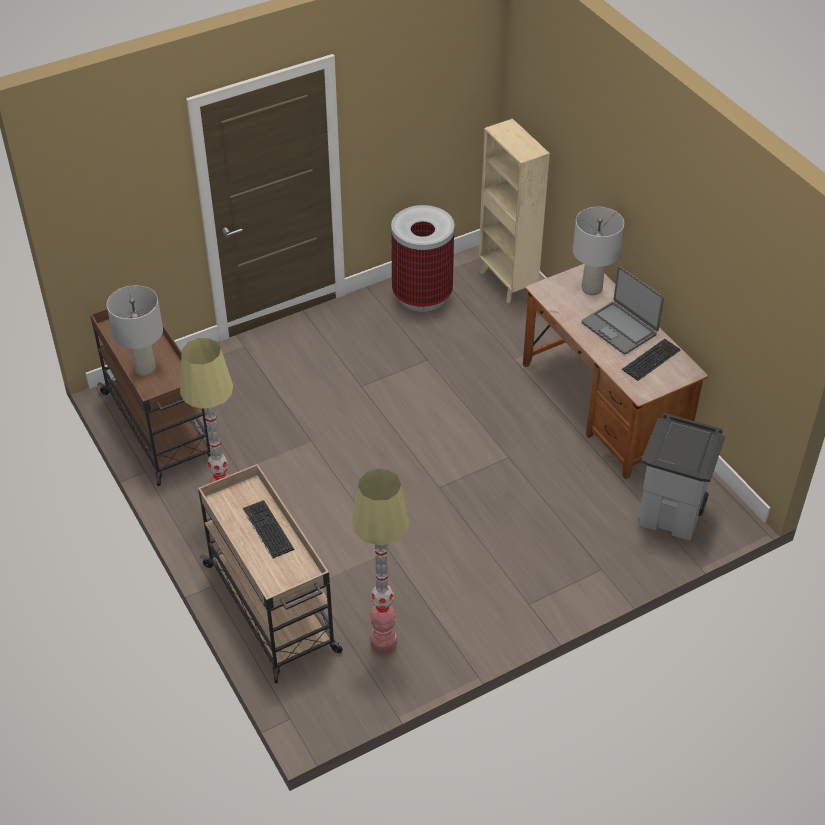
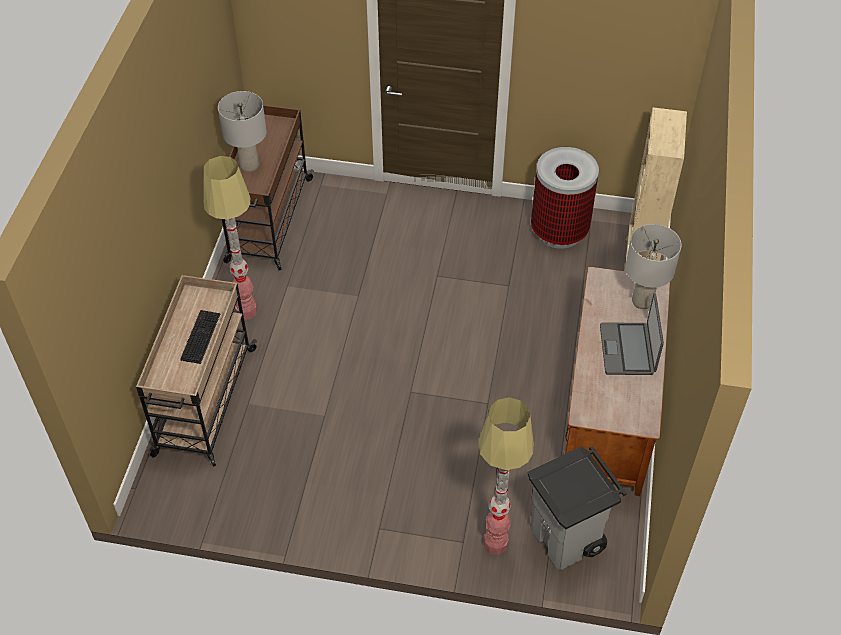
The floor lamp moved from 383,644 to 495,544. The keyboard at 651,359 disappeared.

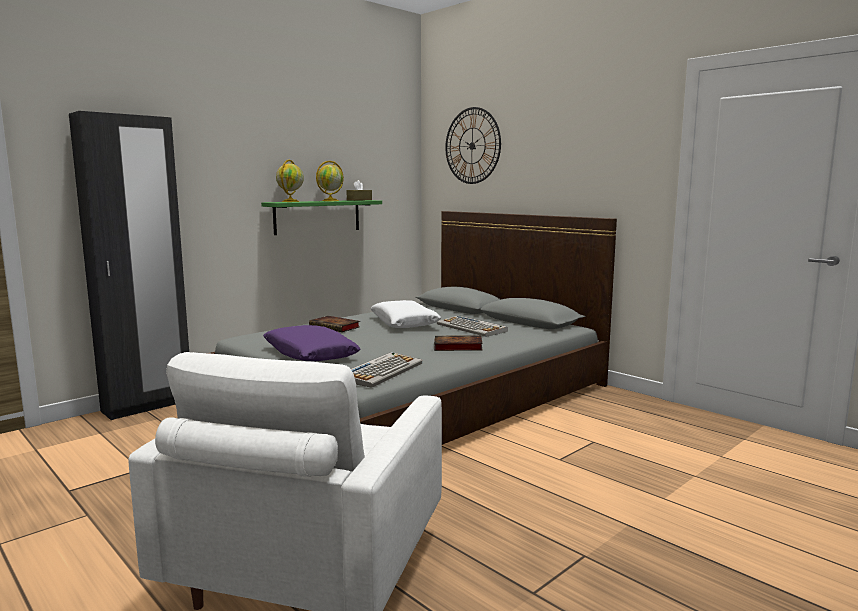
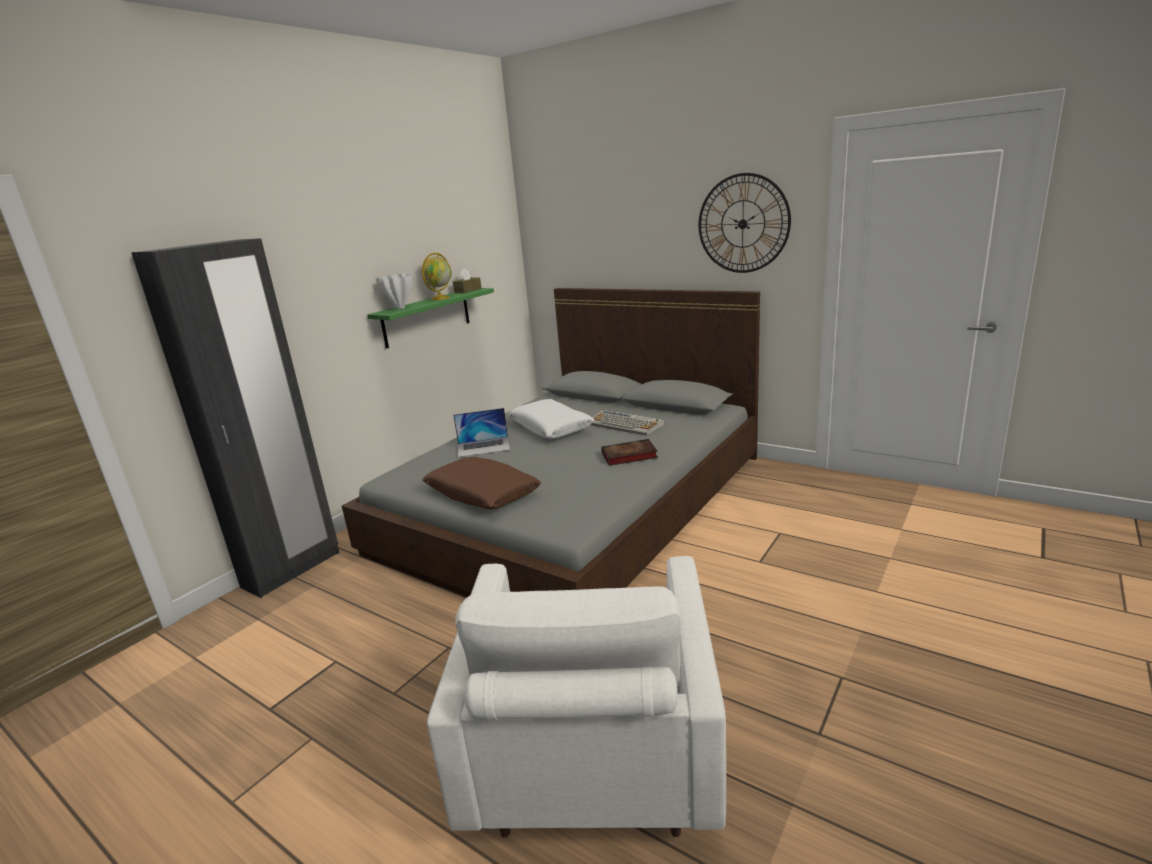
The globe at 290,201 was replaced by the white vase at 400,308. The purple pillow at 310,354 became the brown pillow at 482,494. The book at 336,327 was replaced by the laptop at 483,447. The wall clock moved from 472,146 to 743,224. The keyboard at 381,371 disappeared.

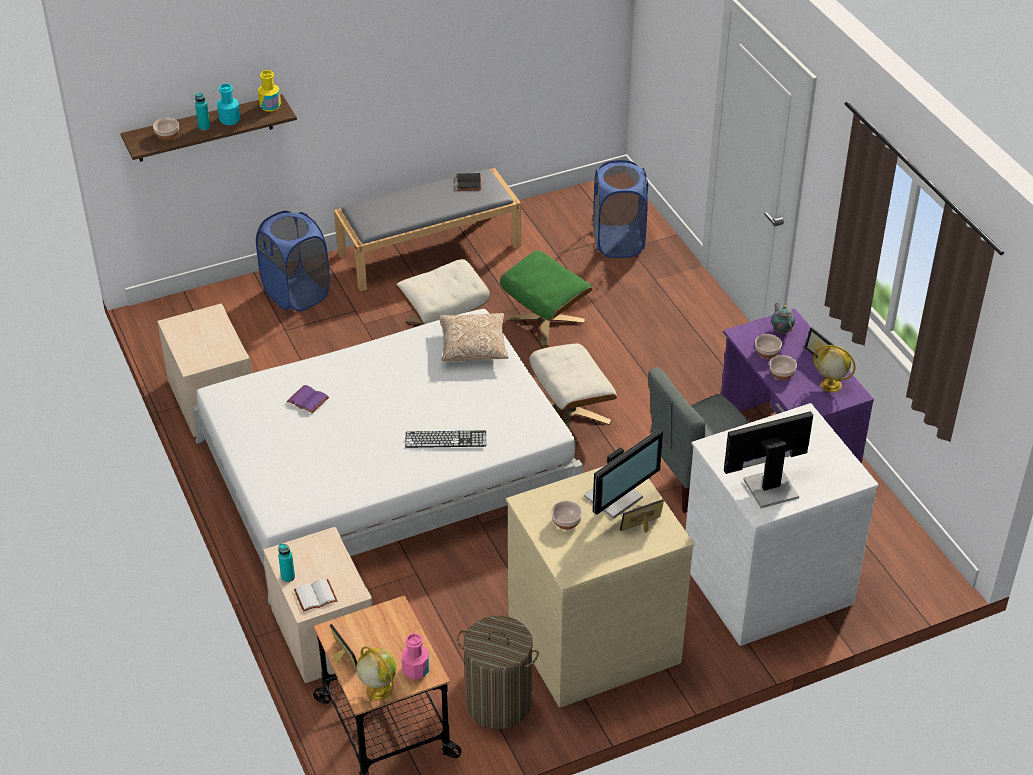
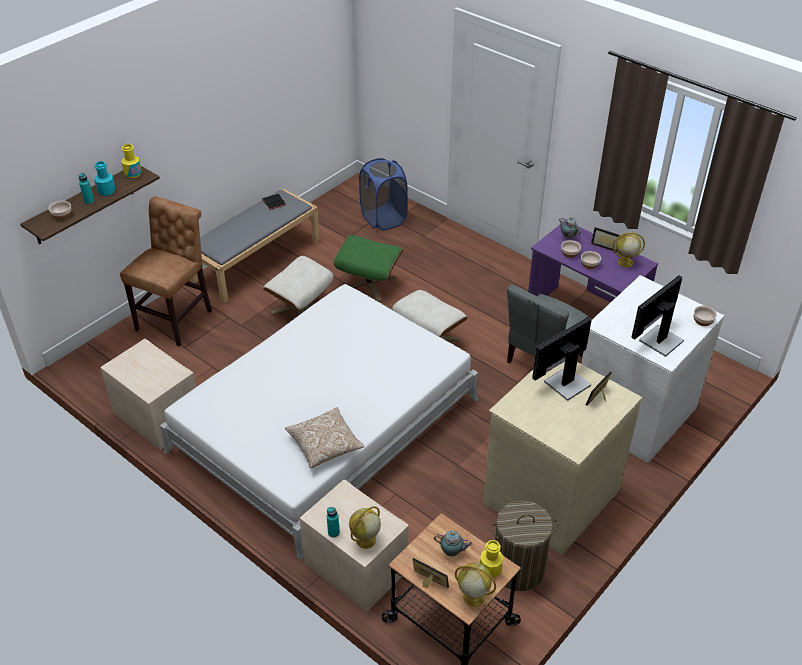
The blue laundry basket at 296,294 was replaced by the brown chair at 177,318. The pillow moved from 473,347 to 325,445. The white book at 315,597 was replaced by the globe at 365,540. The teapot at 452,552 appeared. The pink bottle at 415,670 became the yellow bottle at 490,569. The monitor at 615,498 turned 150 degrees counterclockwise. The bowl moved from 566,522 to 702,321. The purple book at 307,400 disappeared. The keyboard at 445,439 disappeared.

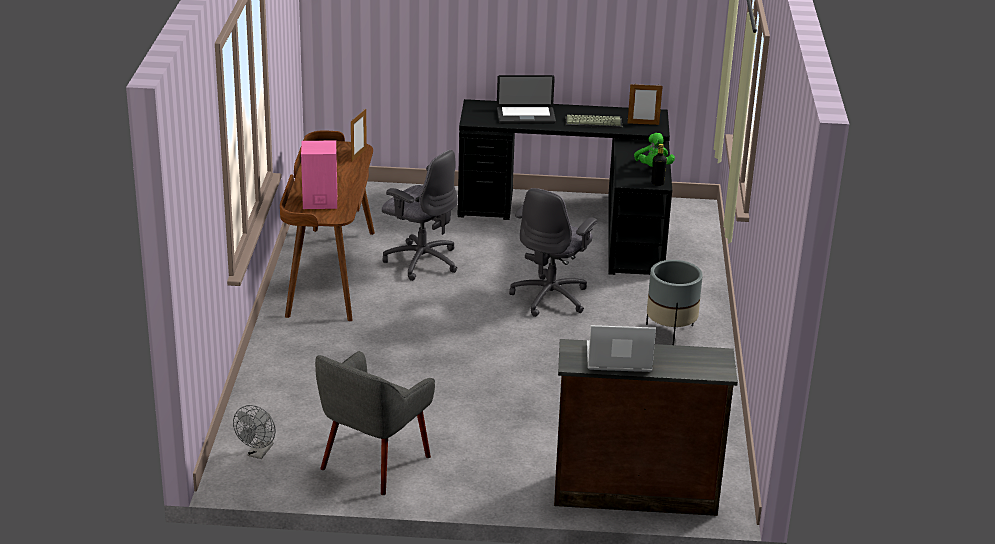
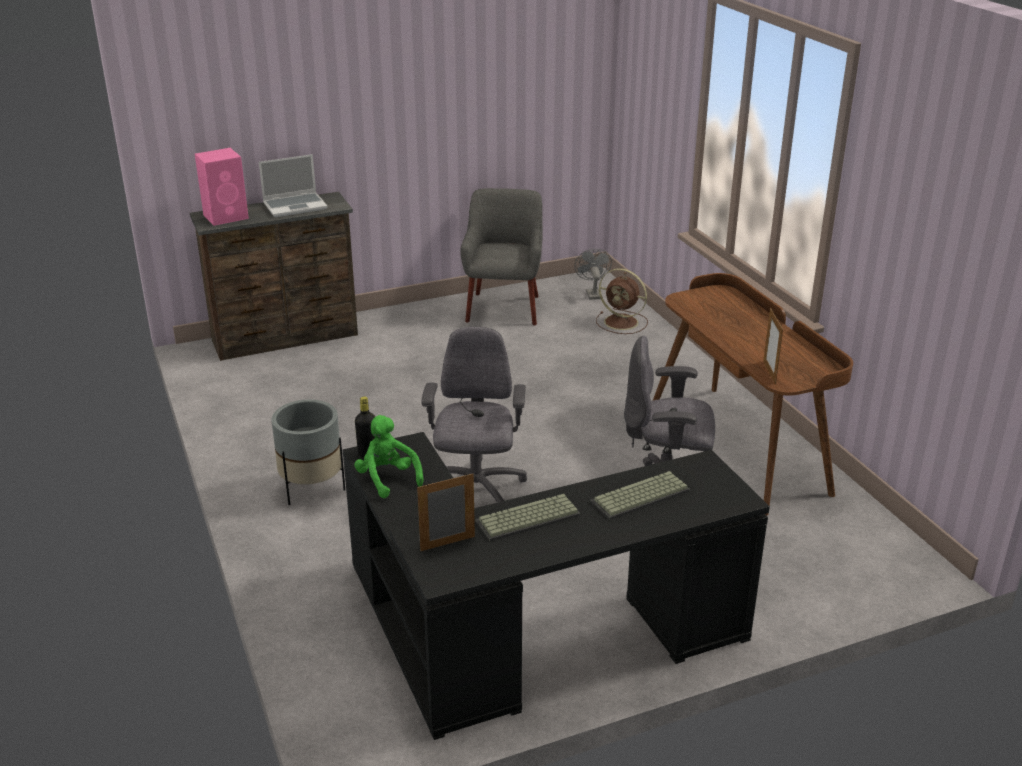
The pink speaker moved from 319,201 to 227,216. The laptop at 526,116 was replaced by the keyboard at 640,498. The brown fan at 622,322 appeared.

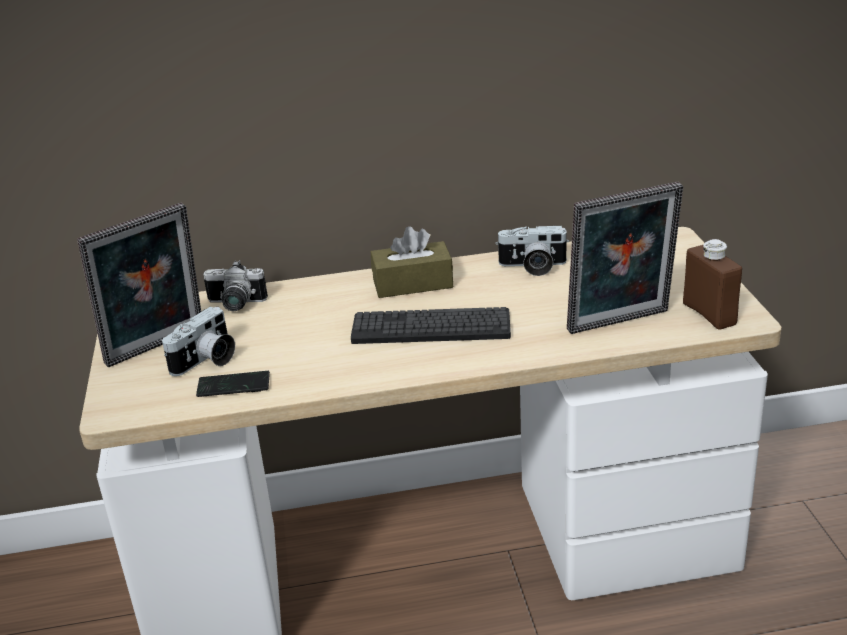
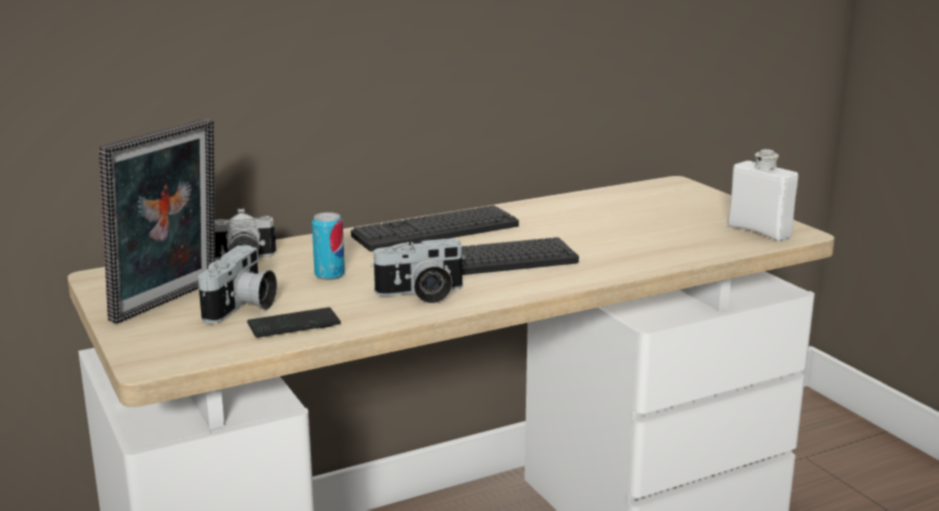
The can at 329,275 appeared. The brown tissue box at 412,283 was replaced by the keyboard at 436,231. The photo camera moved from 532,267 to 421,294. The brown bottle at 709,314 became the white bottle at 759,231. The picture frame at 621,323 disappeared.

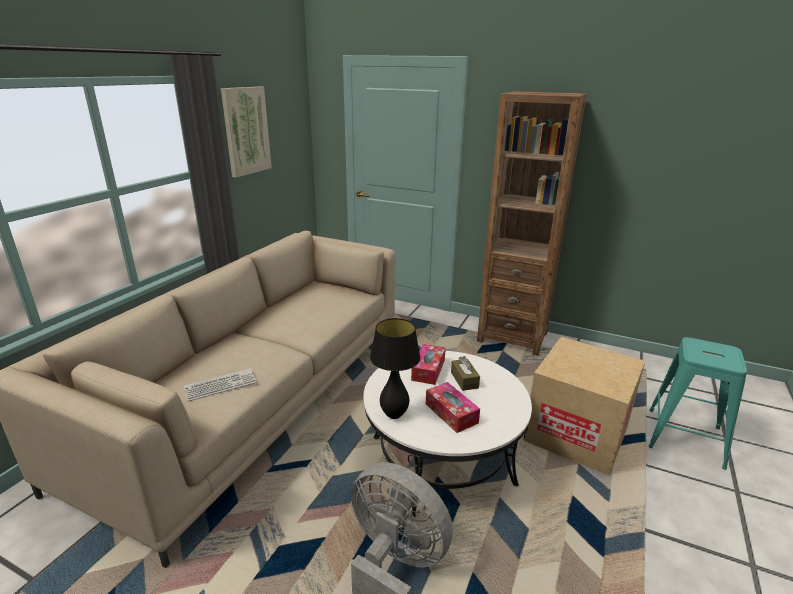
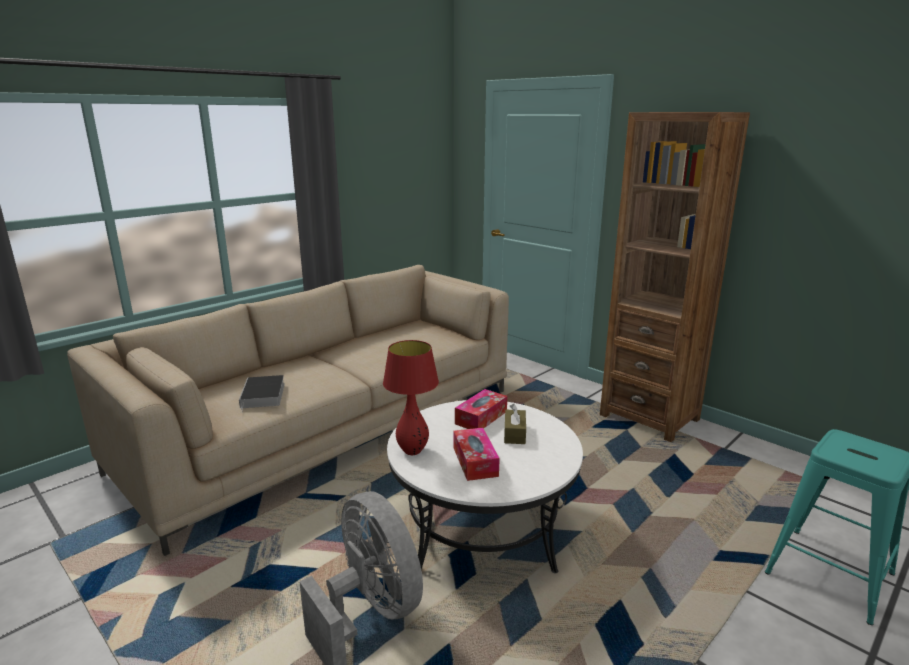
The keyboard at 220,385 was replaced by the book at 263,396. The black table lamp at 394,414 became the red table lamp at 413,451. The picture at 246,131 disappeared. The cardboard box at 576,434 disappeared.

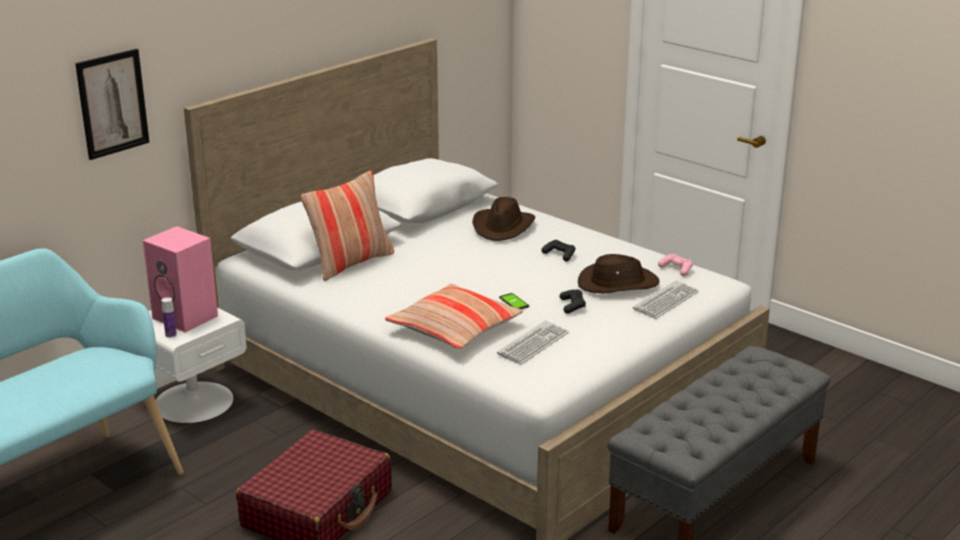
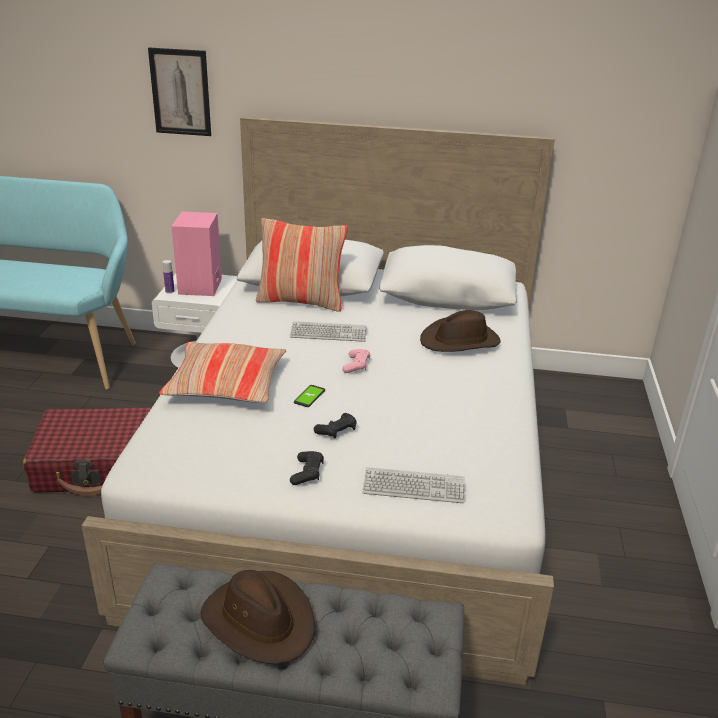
The brown hat moved from 617,284 to 259,620. The keyboard moved from 533,344 to 328,333. The black game controller moved from 559,255 to 307,473. The pink game controller moved from 676,269 to 356,365.

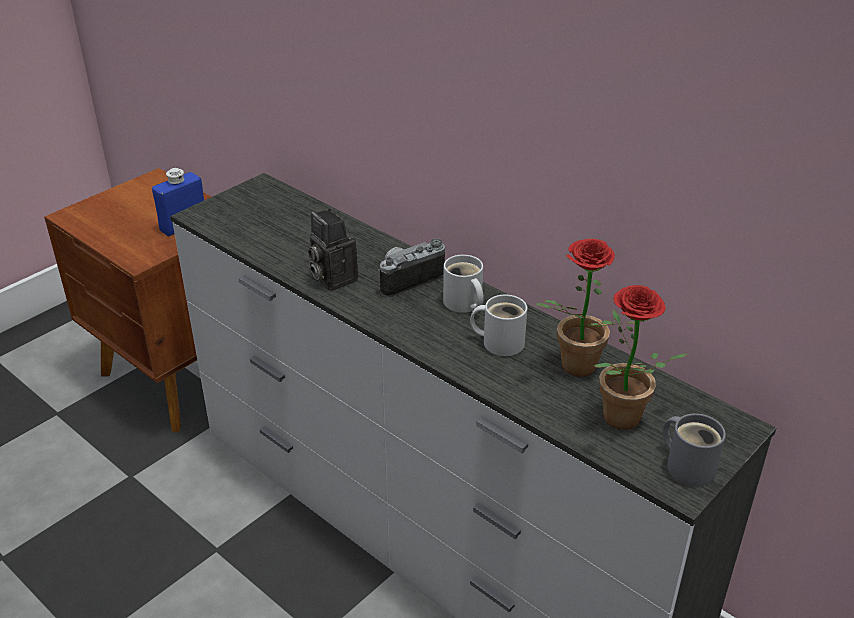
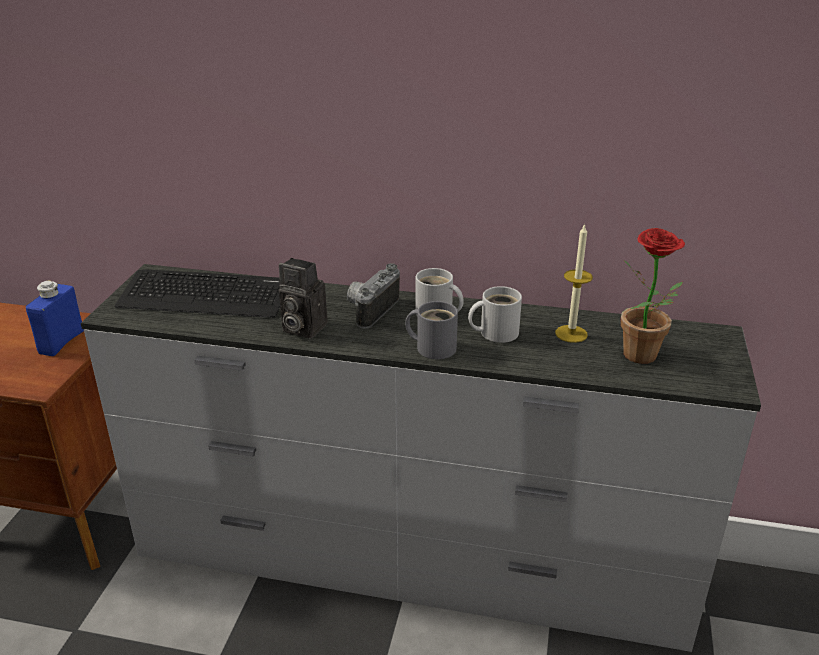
The keyboard at 206,295 appeared. The grey mug moved from 688,465 to 433,347. The potted plant at 574,369 was replaced by the candle at 571,334.

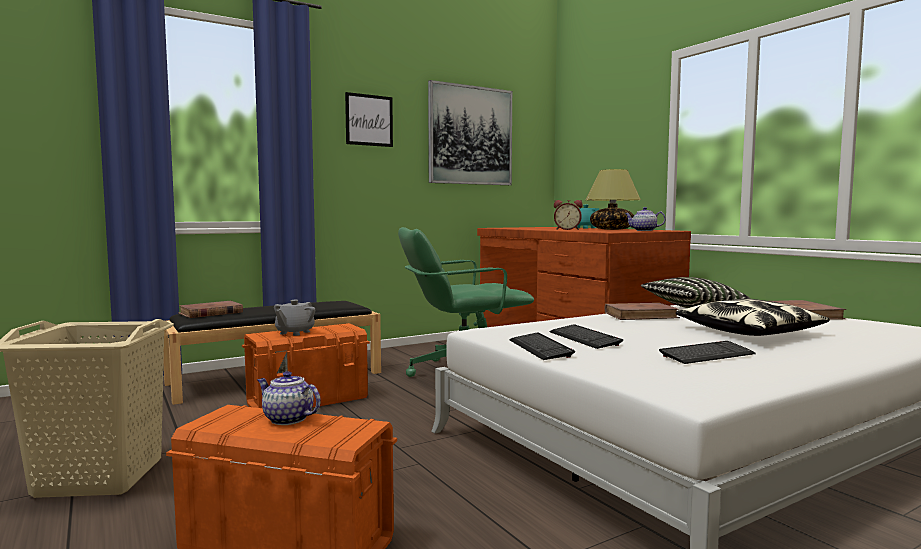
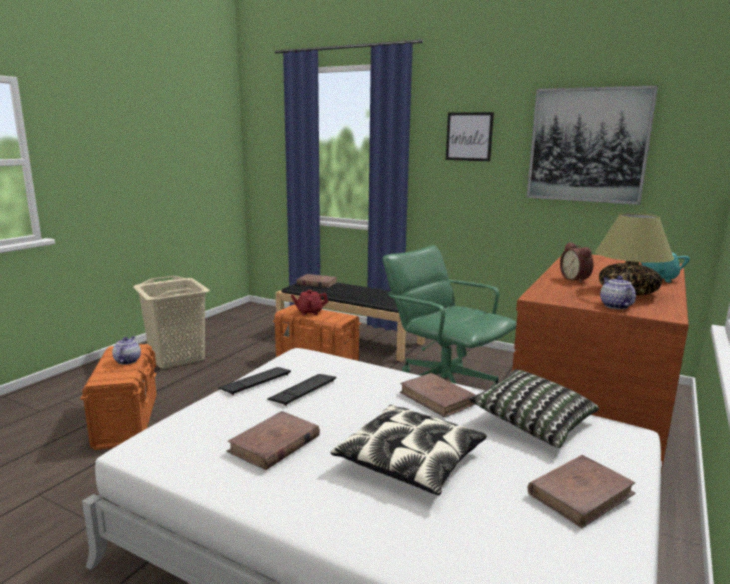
The keyboard at 707,355 was replaced by the brown book at 274,444. The grey teapot at 294,332 became the red teapot at 309,312.

